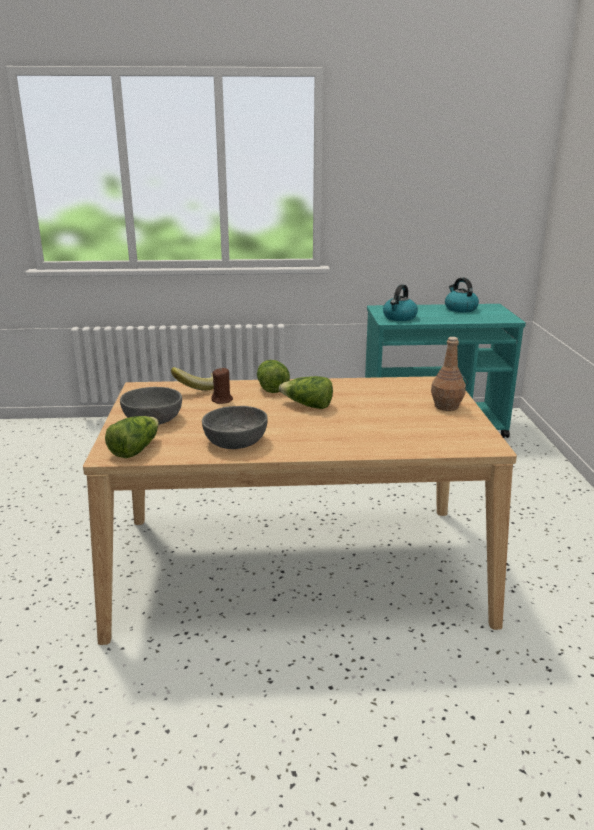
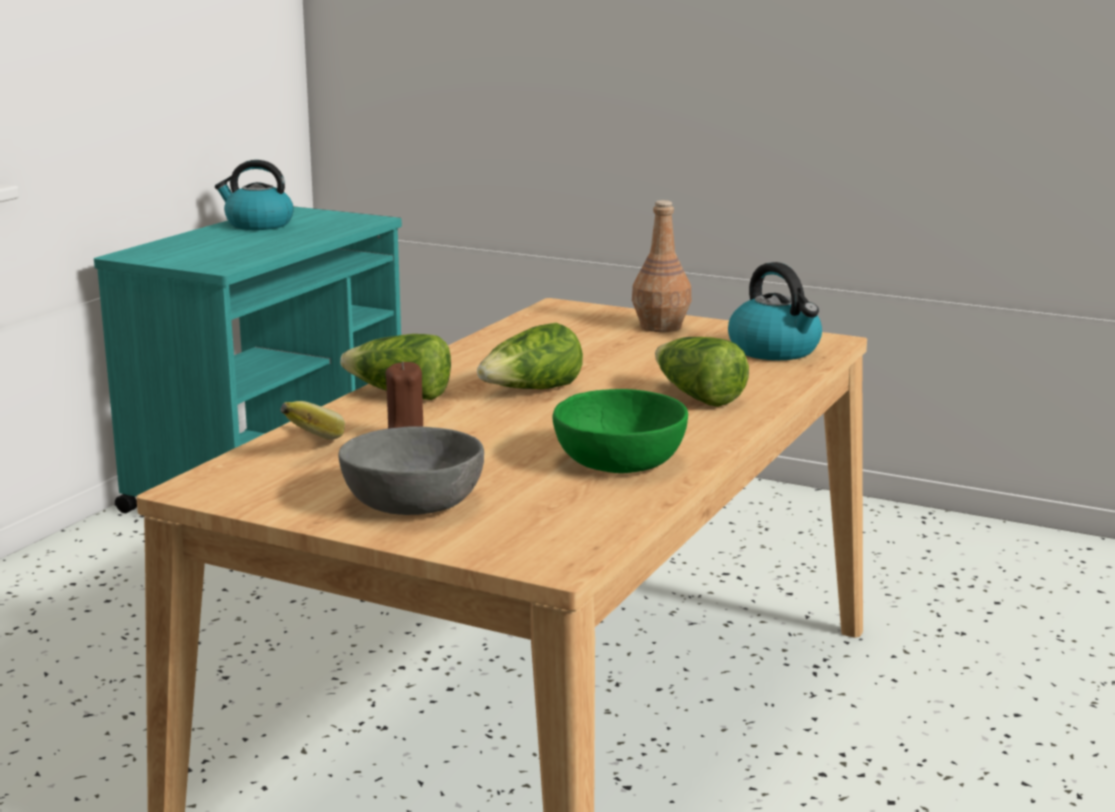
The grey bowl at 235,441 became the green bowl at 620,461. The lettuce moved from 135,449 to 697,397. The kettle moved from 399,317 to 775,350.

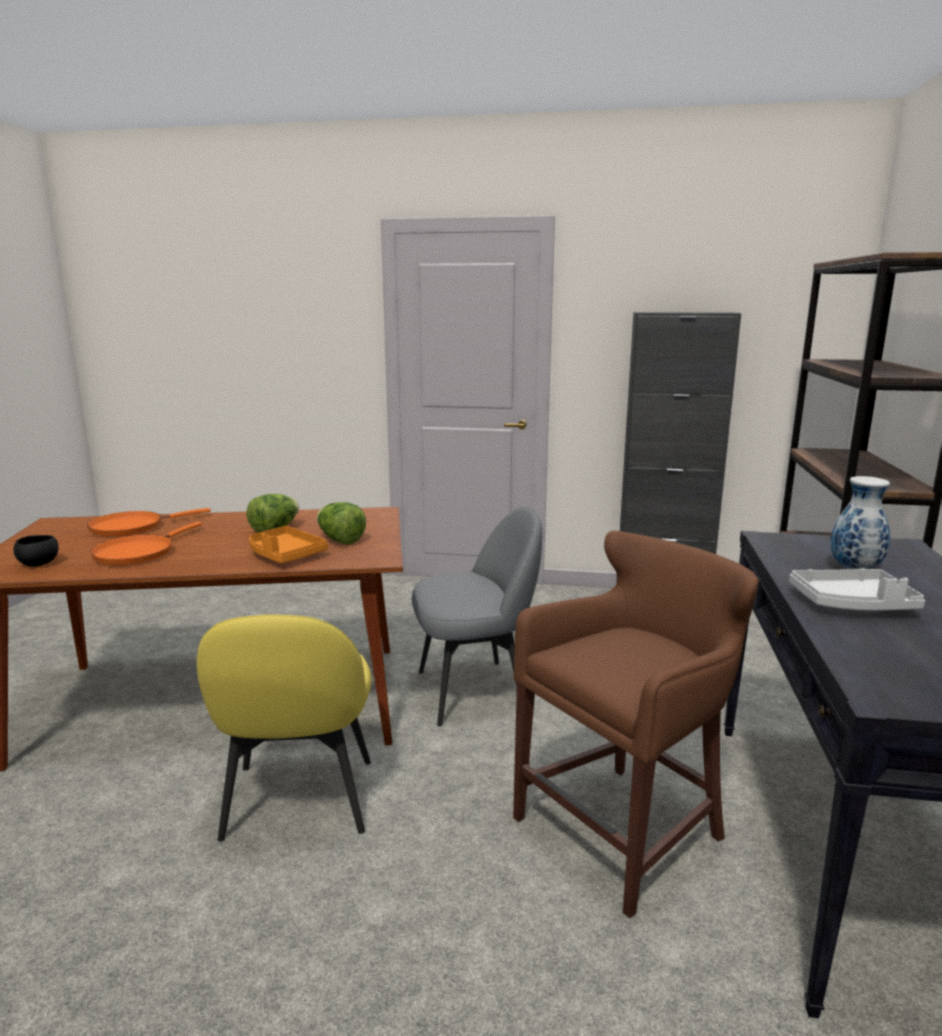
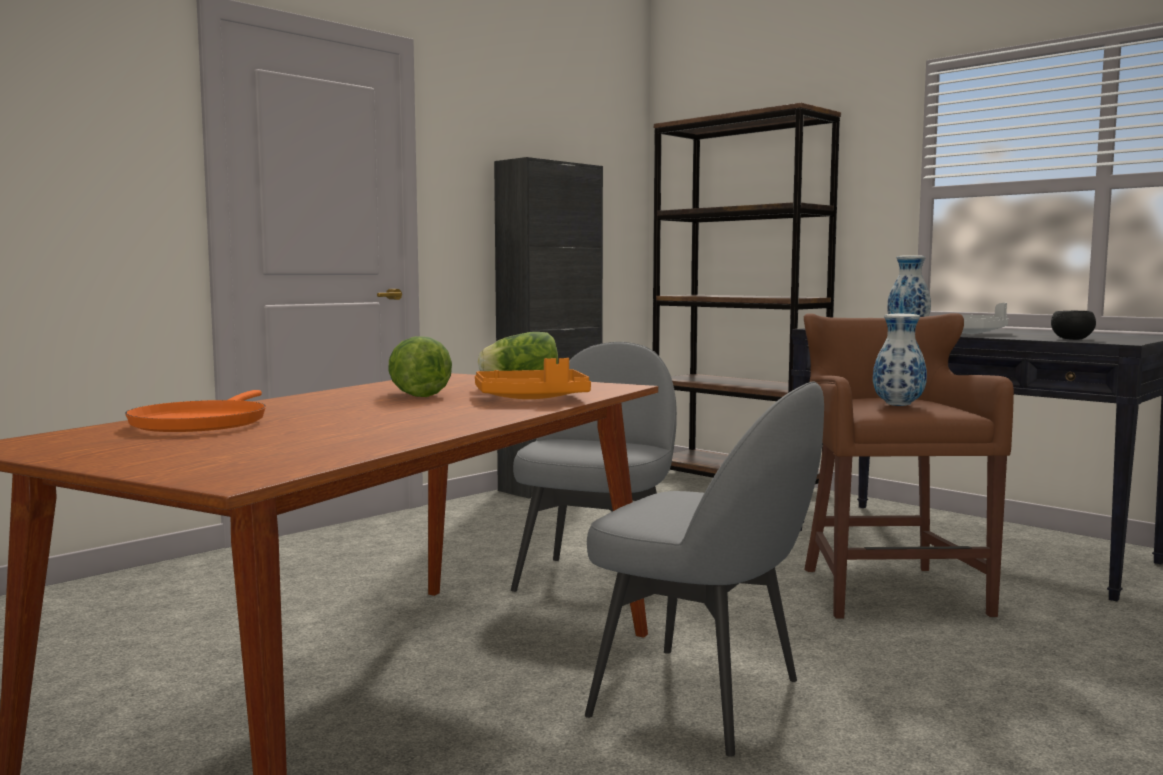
The yellow chair at 299,802 became the grey chair at 702,699. The vase at 899,405 appeared. The black bowl moved from 39,564 to 1072,339. The orange frying pan at 137,553 disappeared.

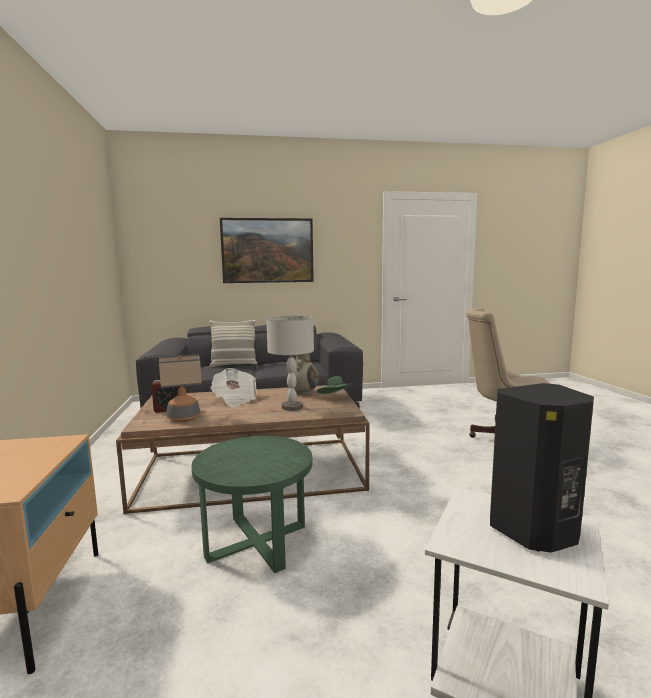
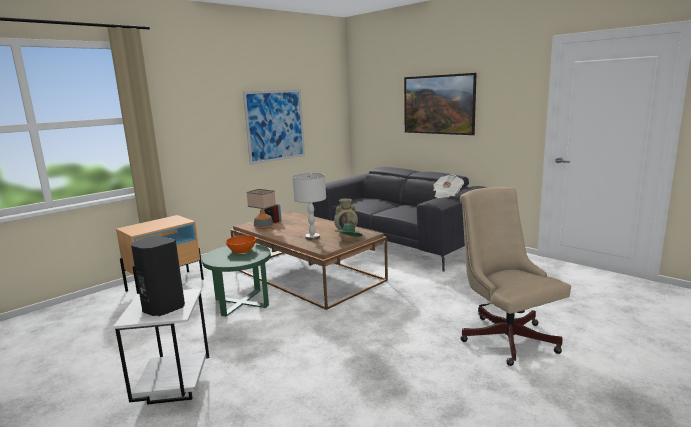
The orange bowl at 242,250 appeared. The picture at 275,125 appeared. The newspaper moved from 235,399 to 446,195. The pillow at 233,365 disappeared.

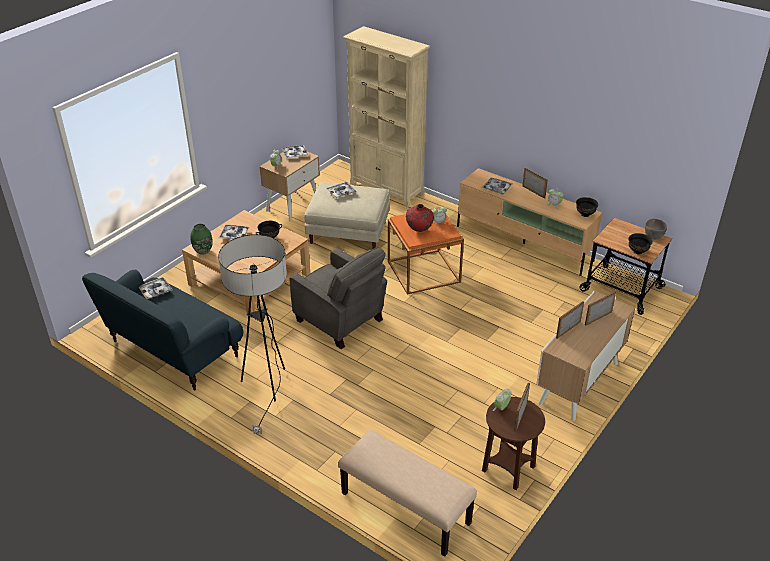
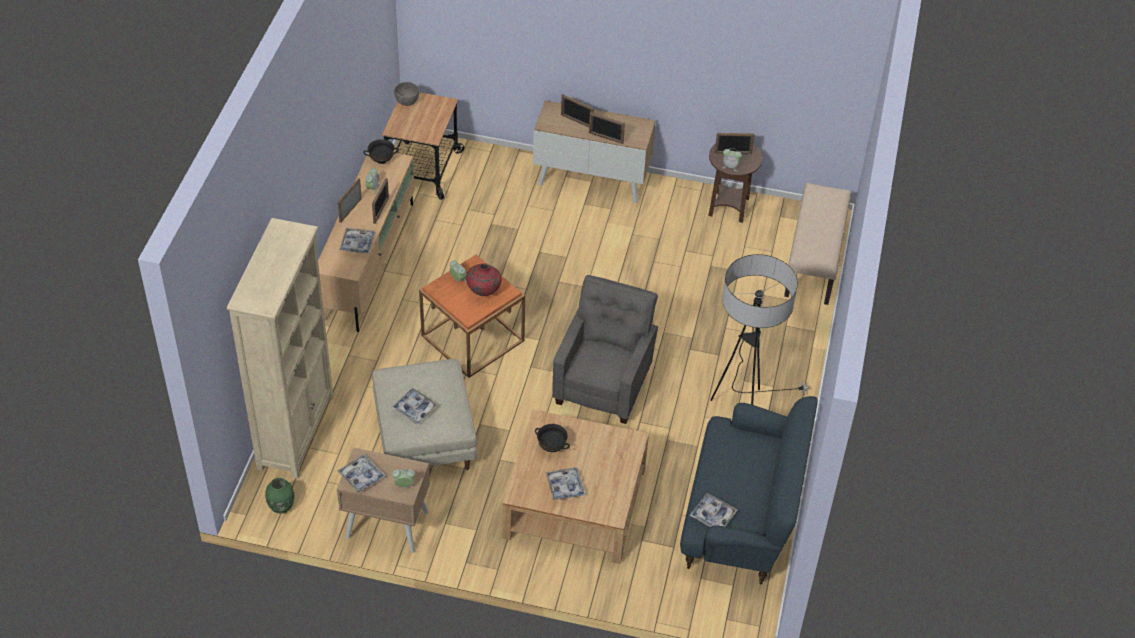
The green vase moved from 203,251 to 282,507. The picture frame at 381,210 appeared. The black bowl at 638,252 disappeared.

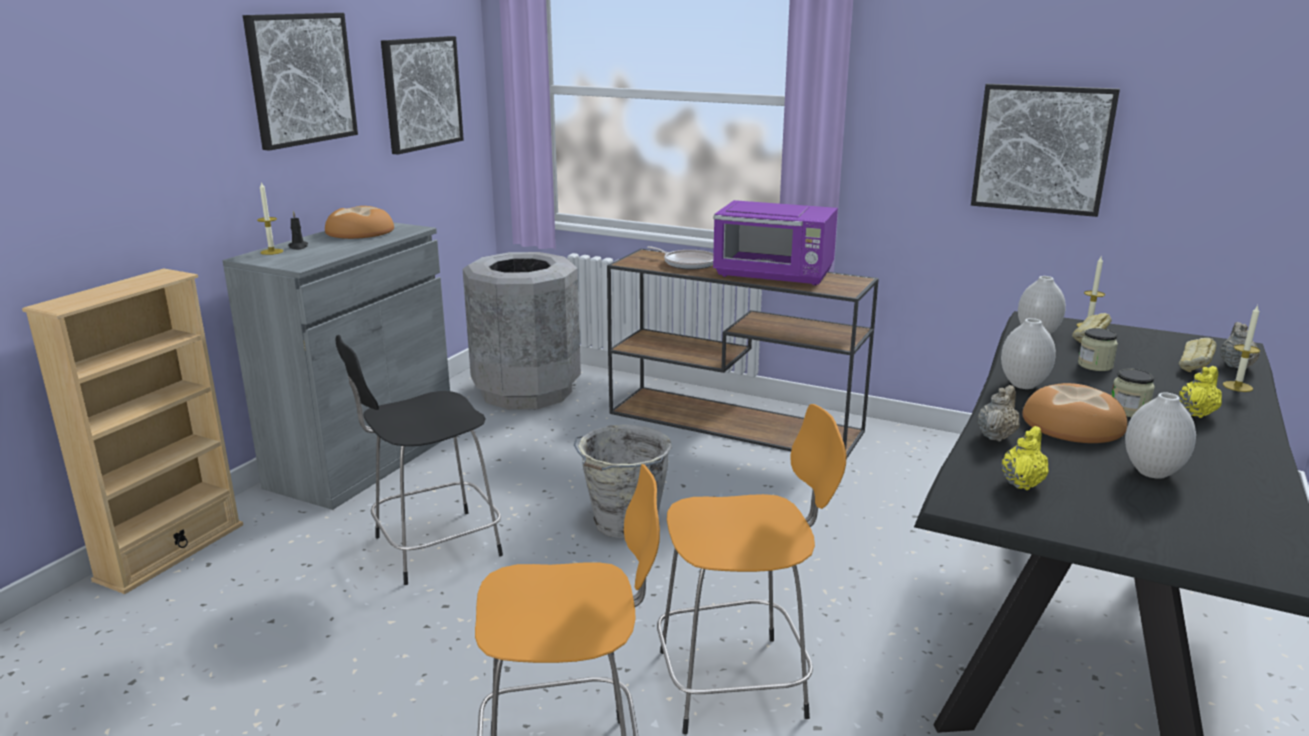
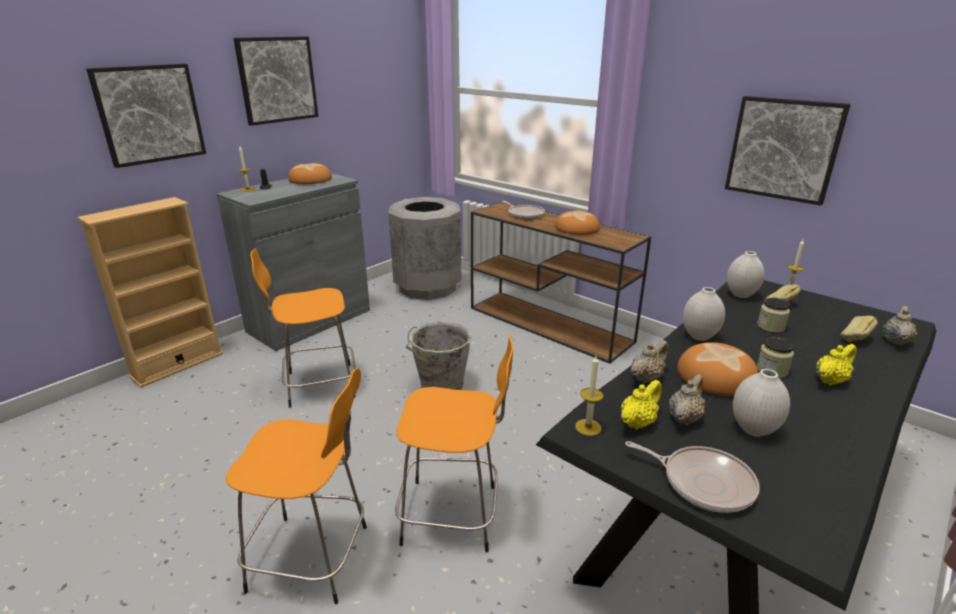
The picture moved from 421,93 to 149,114. The black stool at 432,547 became the orange stool at 318,385. The purple microwave at 775,275 was replaced by the bread at 577,228. The candle moved from 1237,386 to 588,427. The frying pan at 703,482 appeared. The beige teapot at 684,417 appeared.

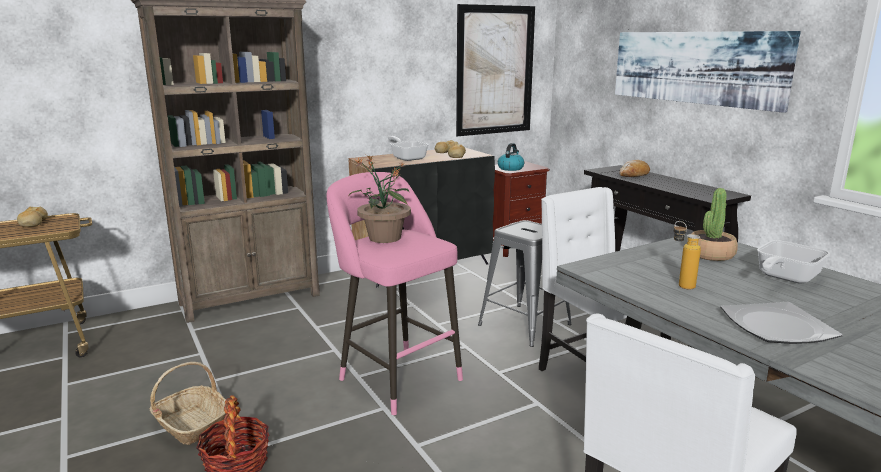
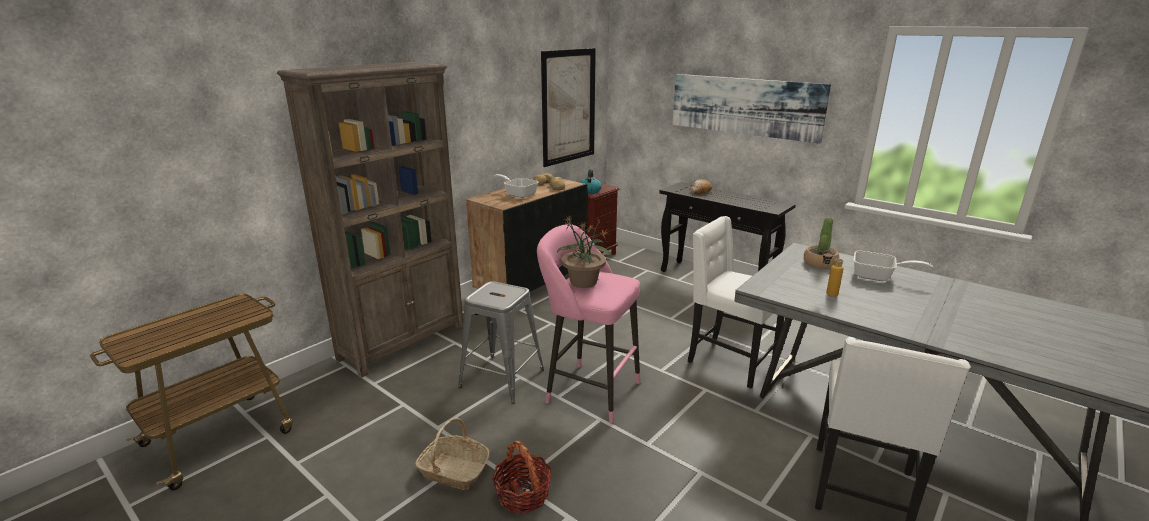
The grey stool moved from 524,325 to 501,378. The frying pan at 784,277 turned 90 degrees counterclockwise. The bread at 33,222 disappeared. The plate at 777,326 disappeared.

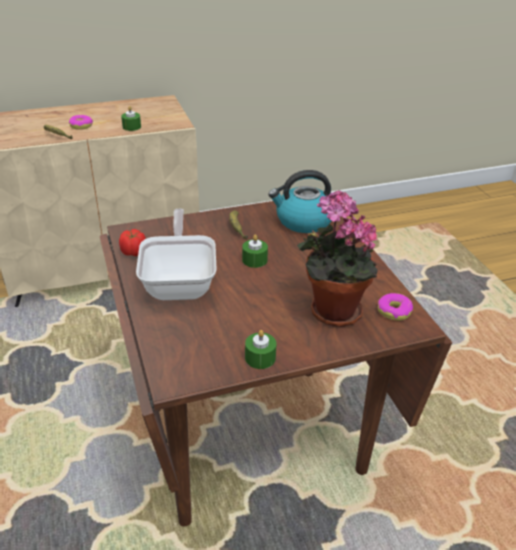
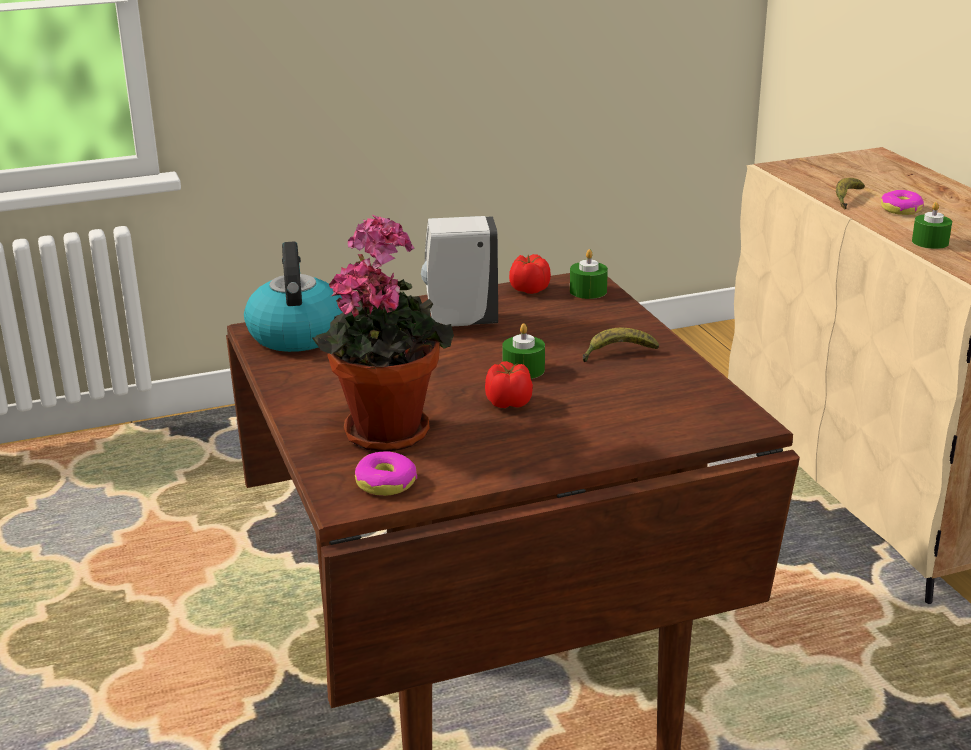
The kettle moved from 303,221 to 296,334. The frying pan at 180,282 was replaced by the white soap dispenser at 459,322. The tomato at 508,402 appeared. The green candle moved from 260,358 to 588,291.

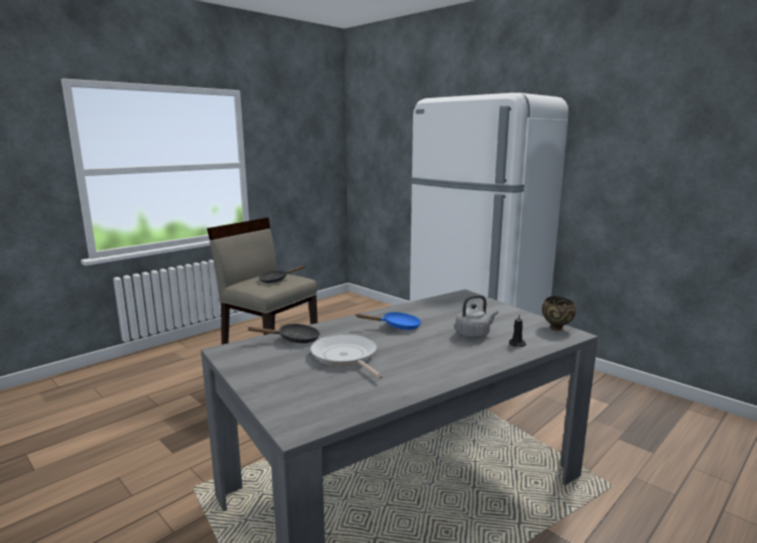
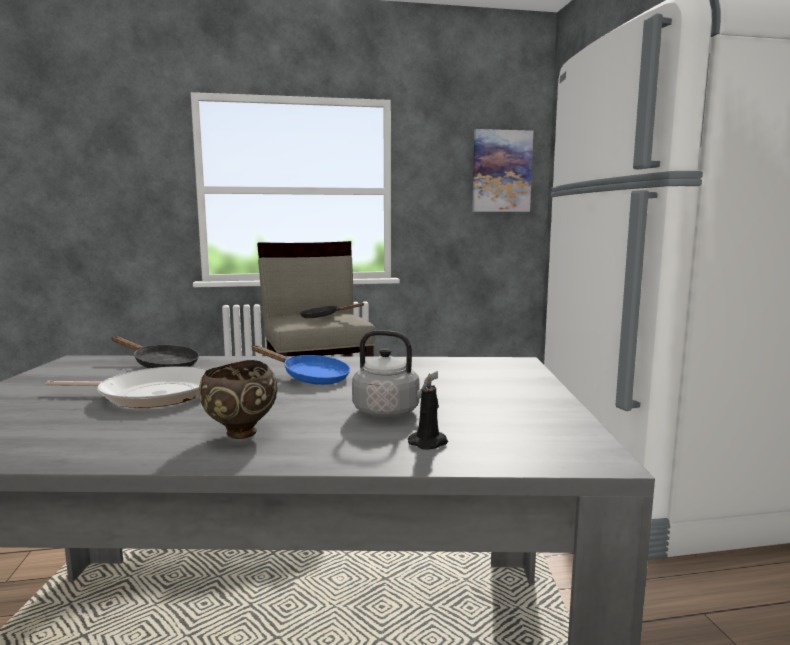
The frying pan at 345,357 turned 90 degrees clockwise. The brown bowl moved from 557,328 to 240,434. The picture at 501,171 appeared.

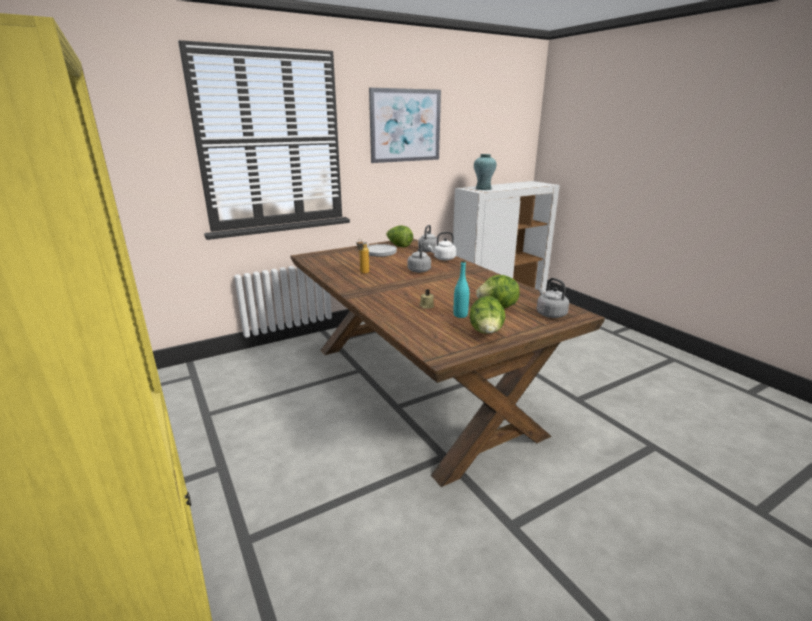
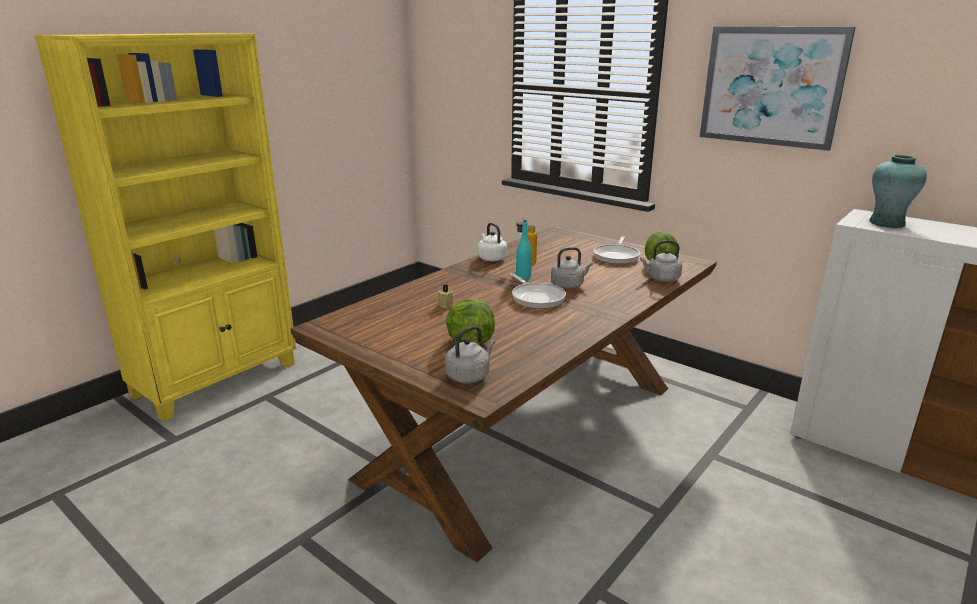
The white kettle moved from 443,259 to 491,258. The frying pan at 536,298 appeared. The turquoise bottle moved from 460,315 to 523,277. The lettuce at 486,333 disappeared.

